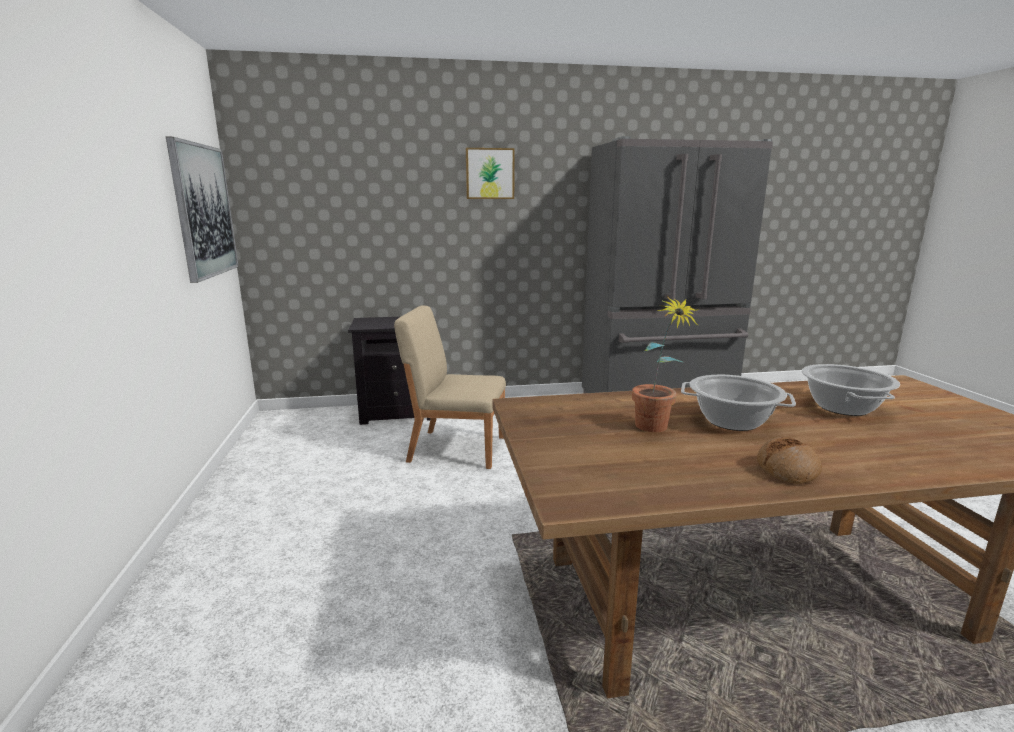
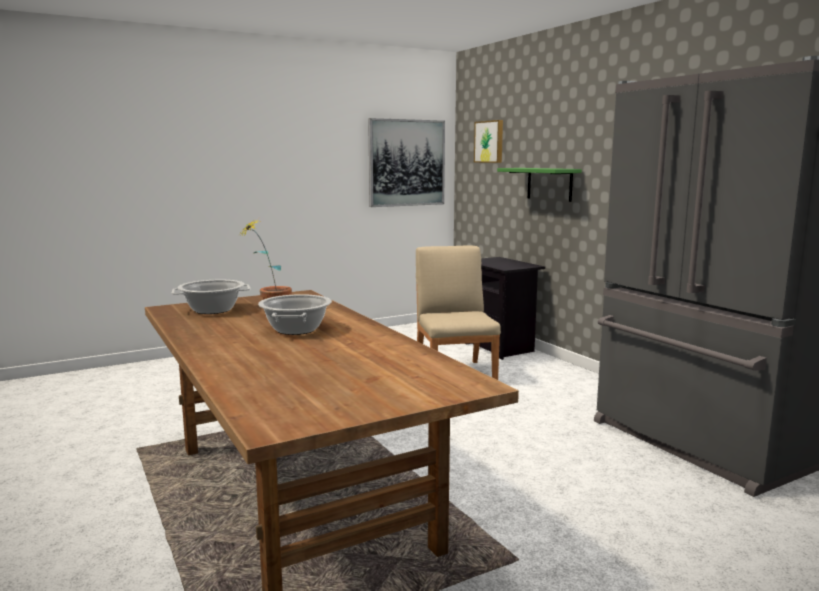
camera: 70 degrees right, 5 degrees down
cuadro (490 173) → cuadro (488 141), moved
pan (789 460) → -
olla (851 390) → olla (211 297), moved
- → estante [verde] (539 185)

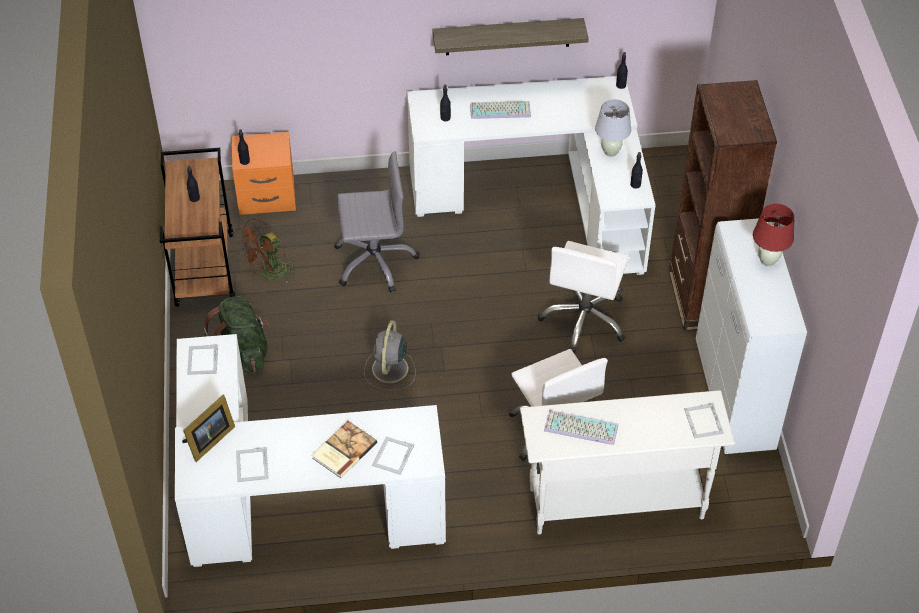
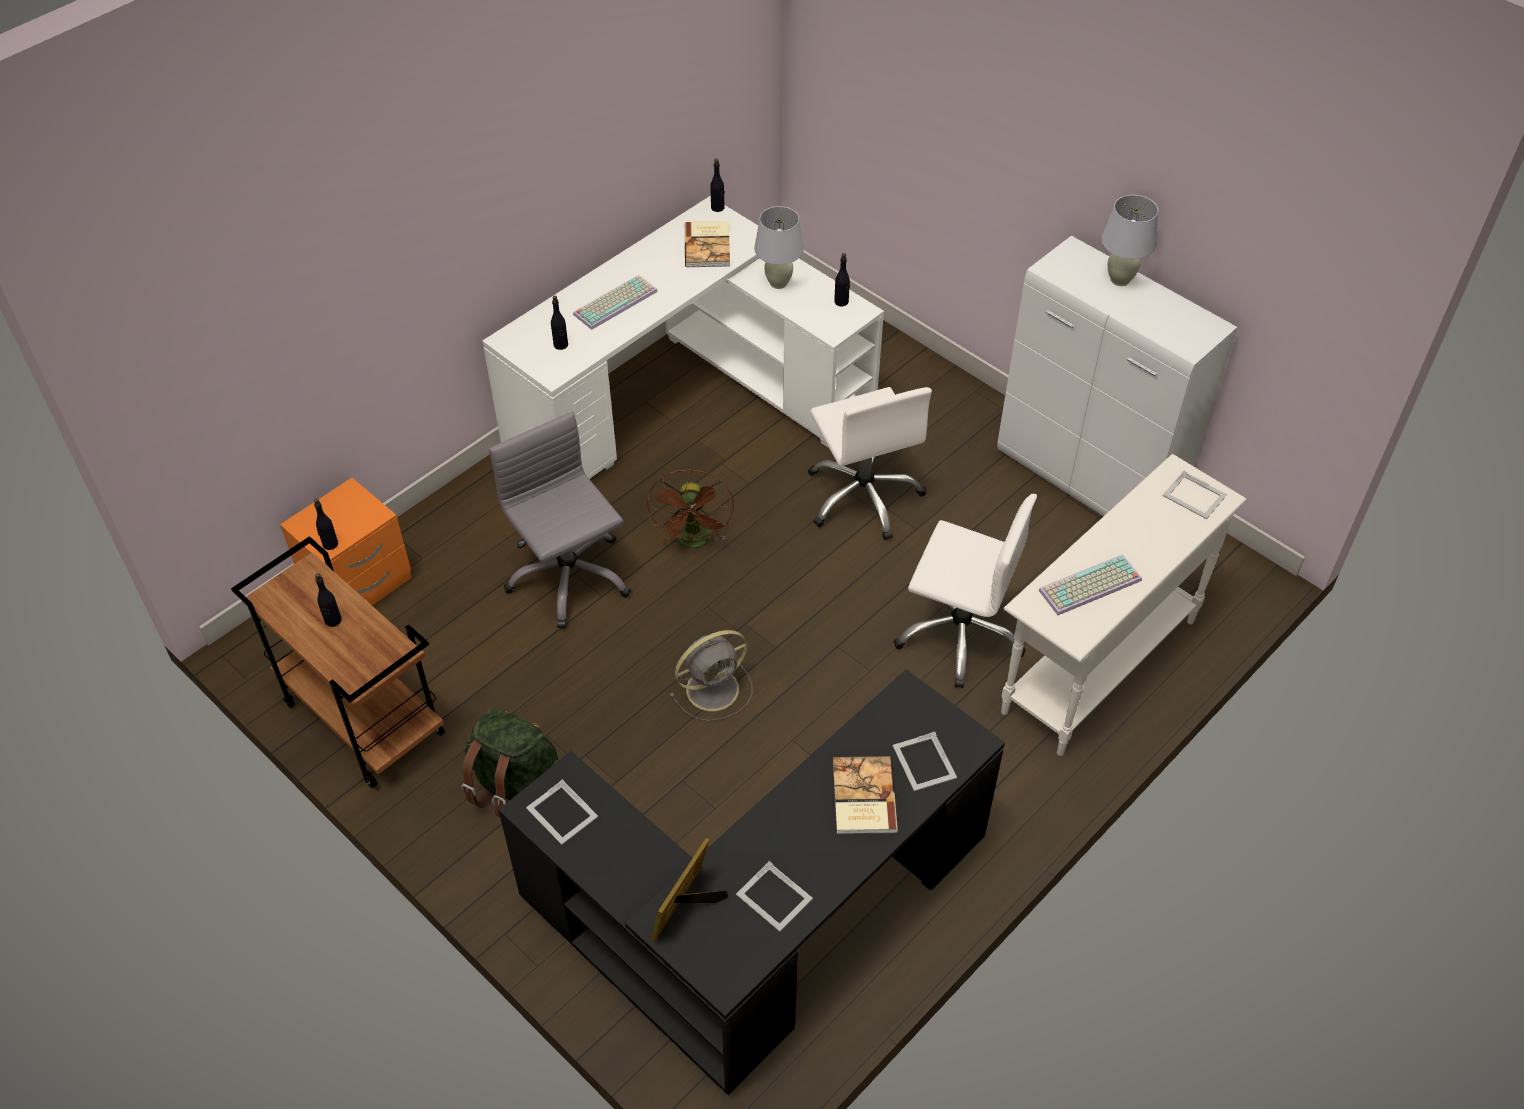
camera: 40 degrees left, 0 degrees up
escritorio [blanco] (310 450) → escritorio [negro] (751 882)
portarretratos (208 428) → portarretratos (689 890), 150 degrees counterclockwise
ventilador [marrón] (265 250) → ventilador [marrón] (690 509), moved
silla de oficina [gris] (377 222) → silla de oficina [gris] (560 520), 75 degrees counterclockwise
ventilador [gris] (390 355) → ventilador [gris] (710 675), 90 degrees counterclockwise
estante (510 36) → -
estantería [marrón] (723 206) → -
lámpara de mesa [rojo] (773 235) → lámpara de mesa [blanco] (1129 240)
- → libro (707 244)

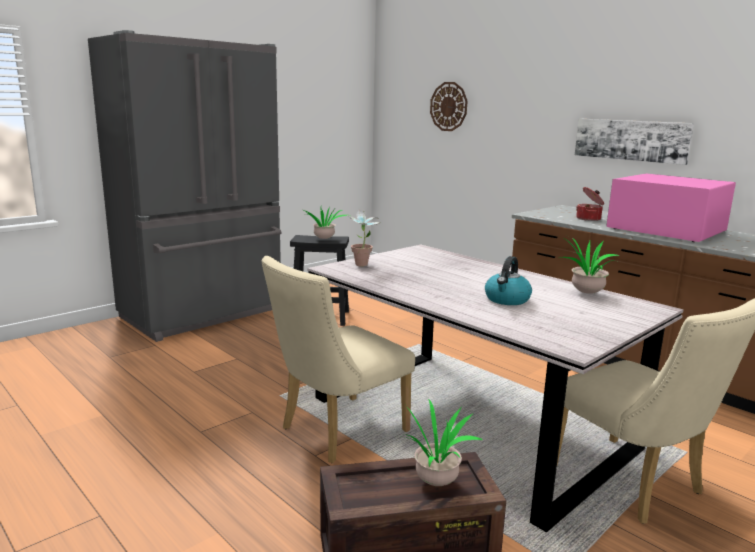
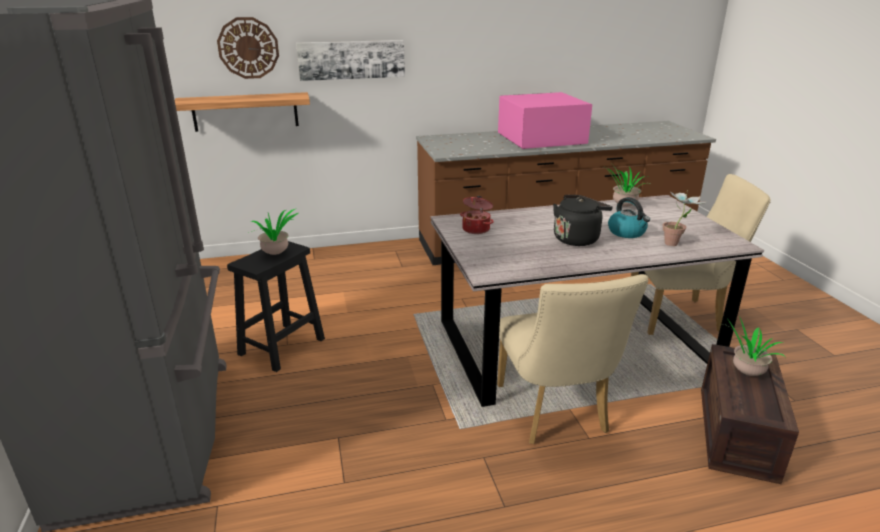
camera: 60 degrees left, 10 degrees up
planta en maceta (363 237) → planta en maceta (684 218), moved
cuadro (634 142) → cuadro (350 60), moved
olla (590 204) → olla (477 215), moved
- → estante (242 112)
- → hervidor [negro] (583 220)

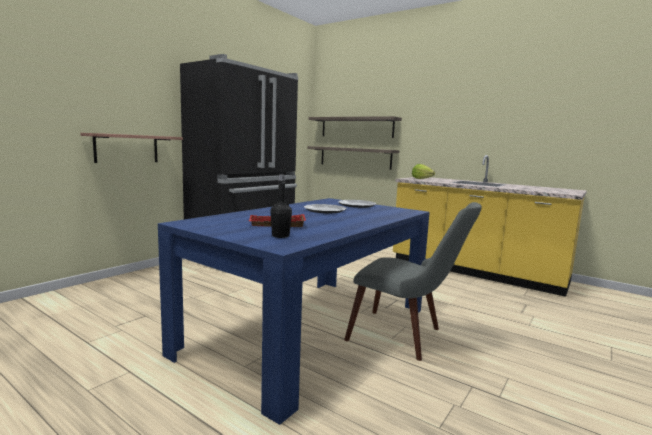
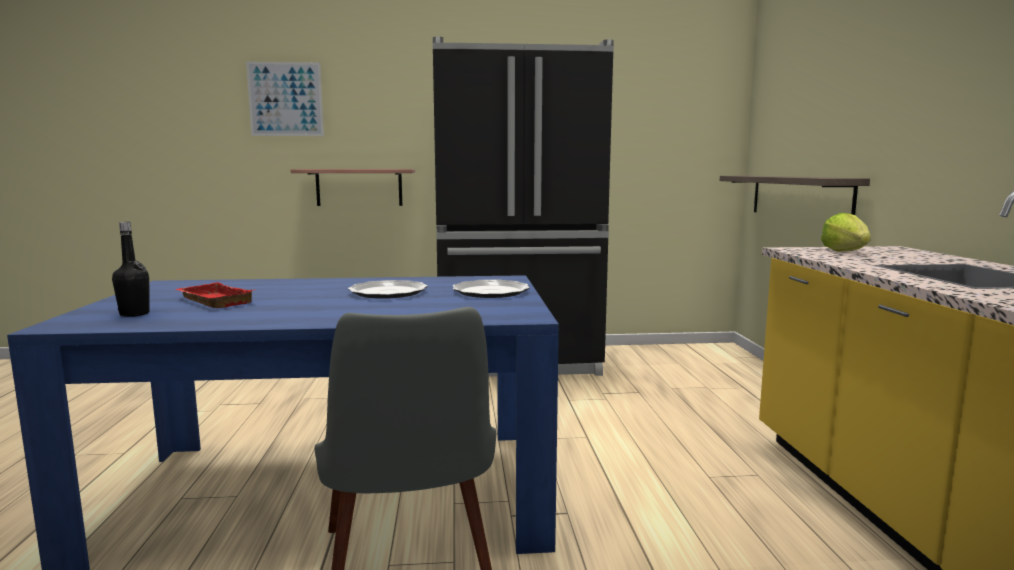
camera: 50 degrees right, 0 degrees up
estante (355 127) → -
- → cuadro (285 99)

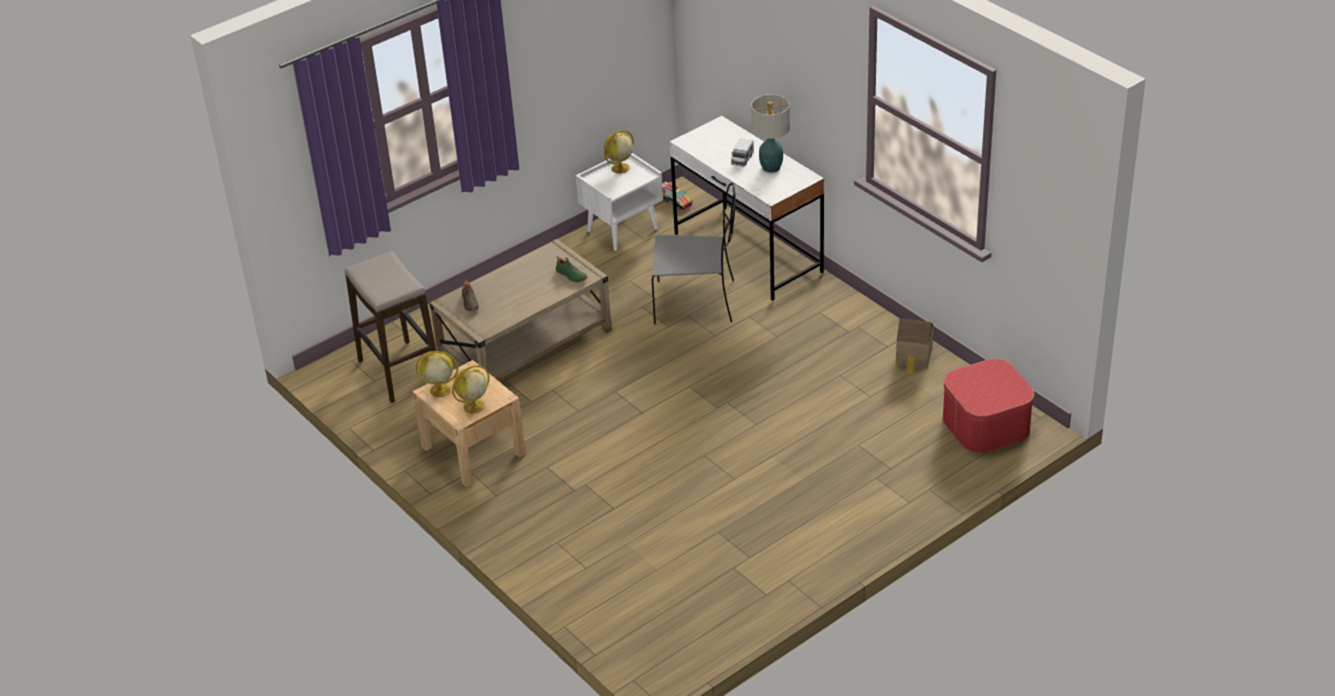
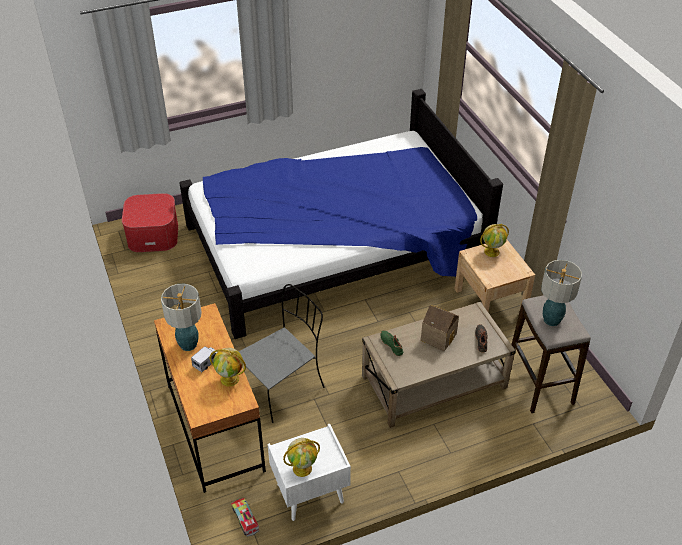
camera: 165 degrees left, 5 degrees up
globo terráqueo (437 374) → globo terráqueo (228 367), moved
silla [gris] (694 253) → silla [gris] (282 353), 120 degrees clockwise
escritorio [blanco] (747 208) → escritorio [marrón] (210 398)
casita (914 346) → casita (440 328), moved
- → cama (341 214)
- → lámpara de mesa (561 293)

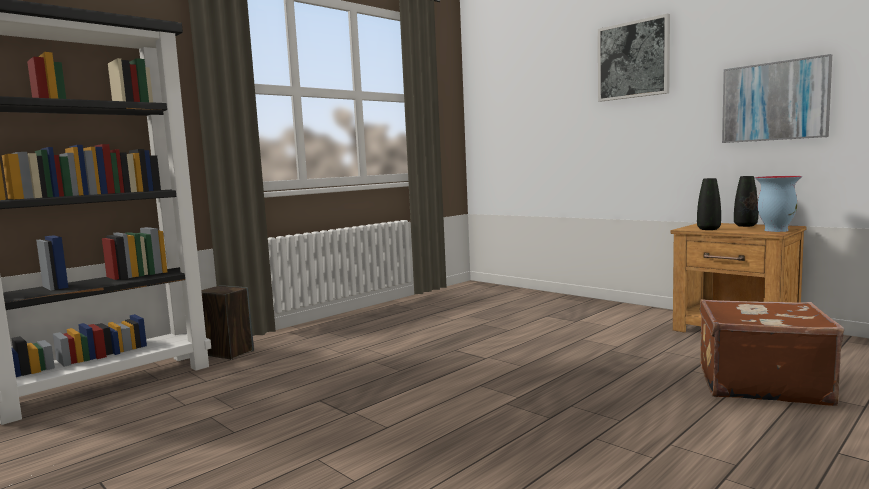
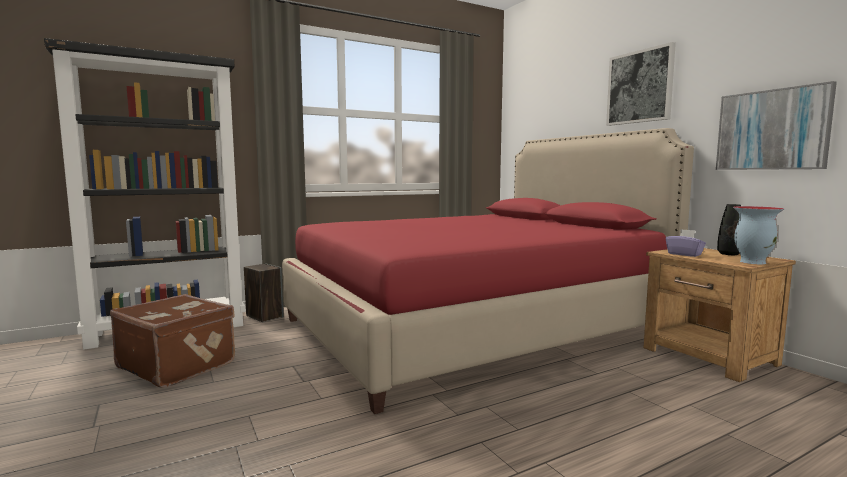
camera: 15 degrees right, 0 degrees up
florero [negro] (709 204) → caja de pañuelos [morado] (686 243)
maleta [marrón] (772 352) → maleta [marrón] (172 341), moved
- → cama [rojo] (488 271)

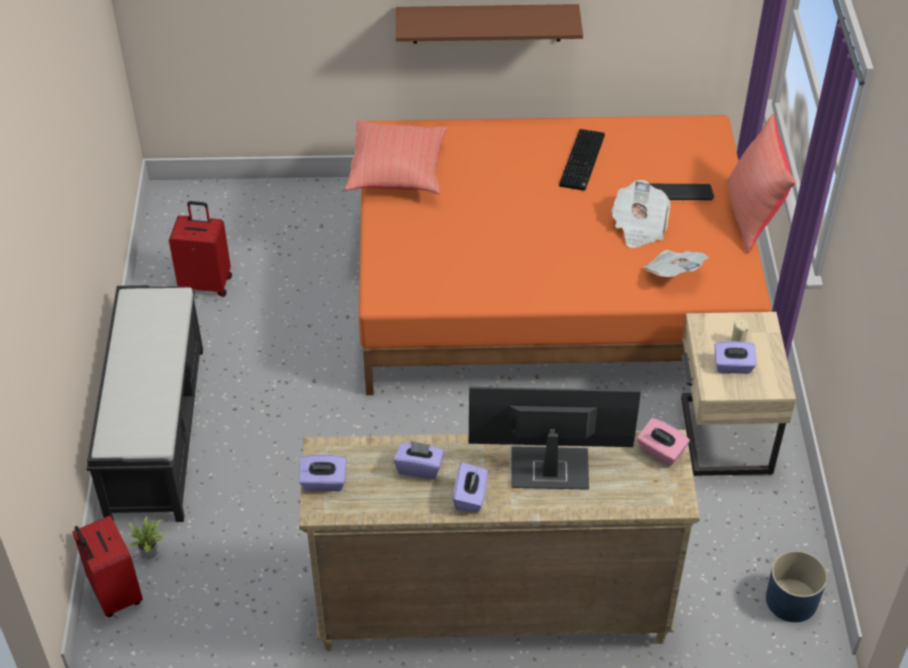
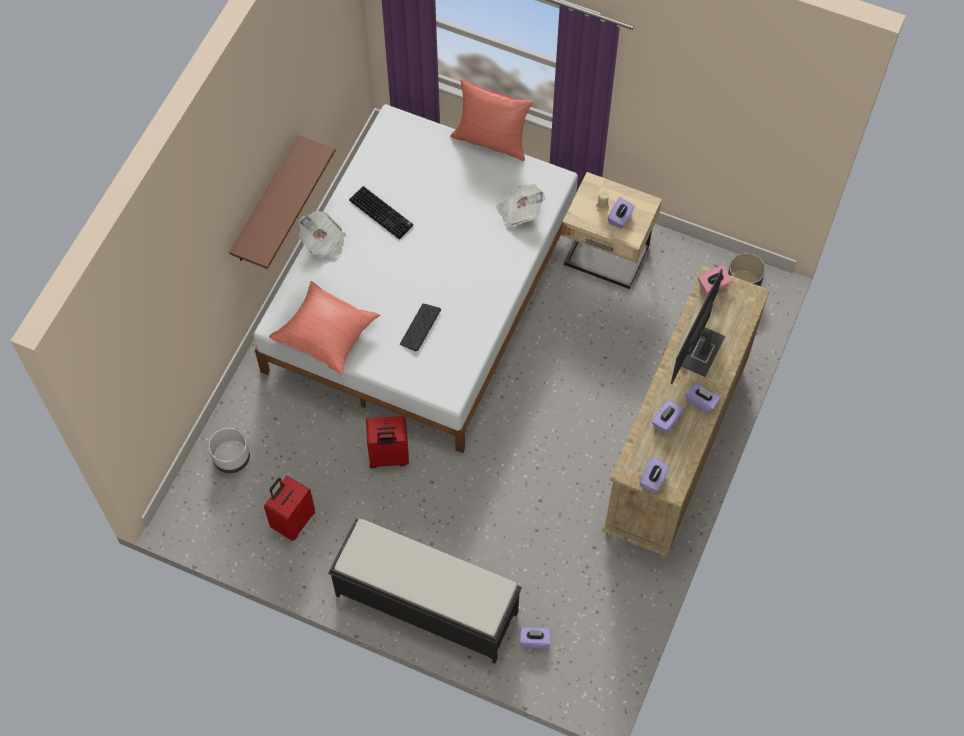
camera: 65 degrees left, 15 degrees up
maleta [rojo] (107 566) → maleta [rojo] (387 442), moved
planta en maceta (146 537) → caja de pañuelos [morado] (535 637)
cama [naranja] (565 255) → cama [blanco] (416 279)
periódico (641 214) → periódico (322 234), moved
teclado (682 192) → teclado (420 327), moved
- → maceta [gris] (229 450)

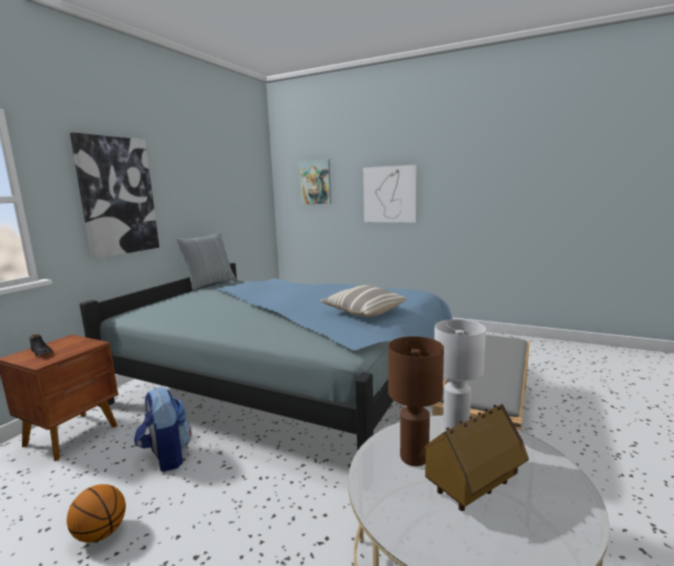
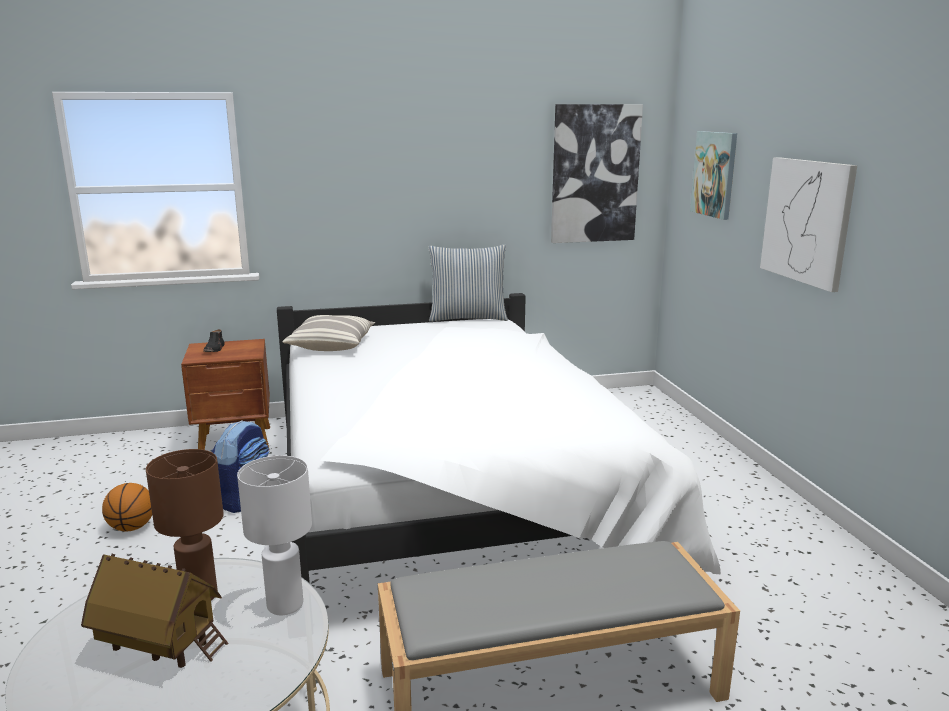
camera: 50 degrees right, 5 degrees up
cuadro (114 196) → cuadro (597 173), moved
cama [azul] (266 357) → cama [blanco] (499 438)
cojín (363 301) → cojín (329 333), moved

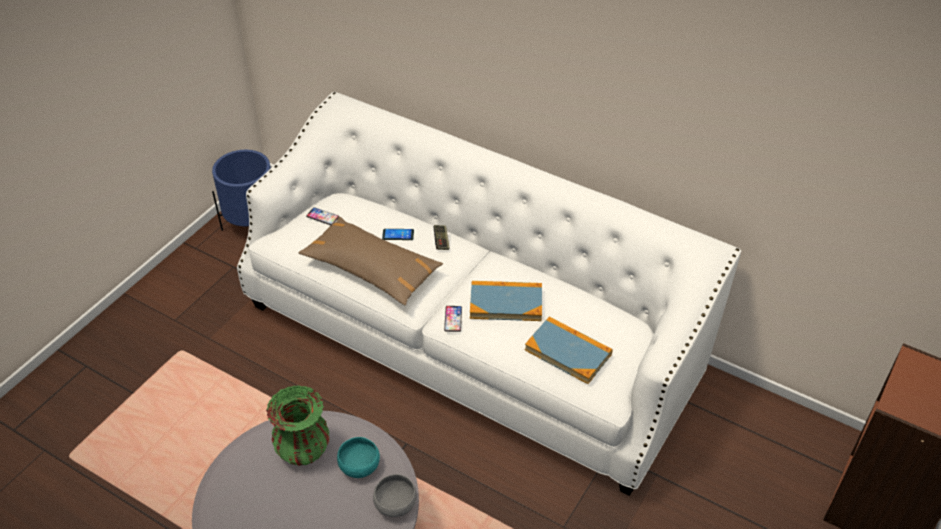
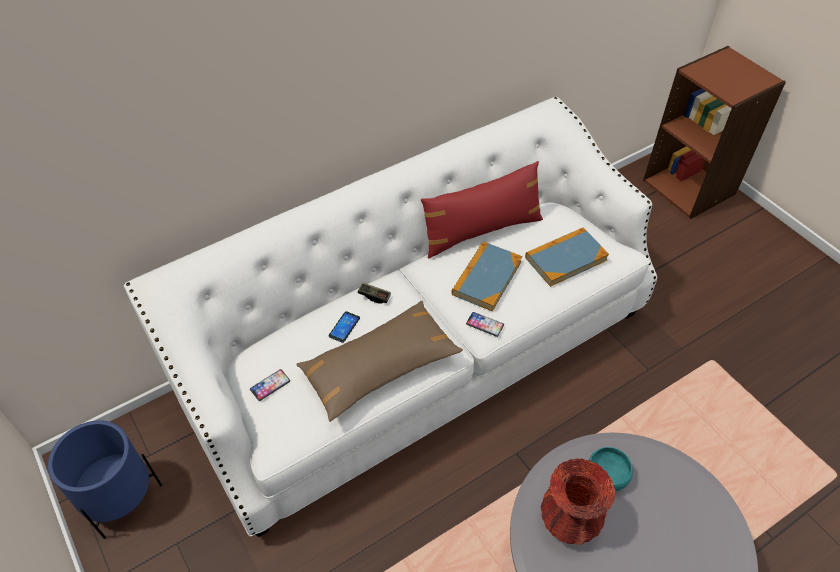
camera: 65 degrees left, 5 degrees up
florero [verde] (298 425) → florero [rojo] (578 501)
cuenco [gris] (395 495) → -
- → cojín [rojo] (482 210)

